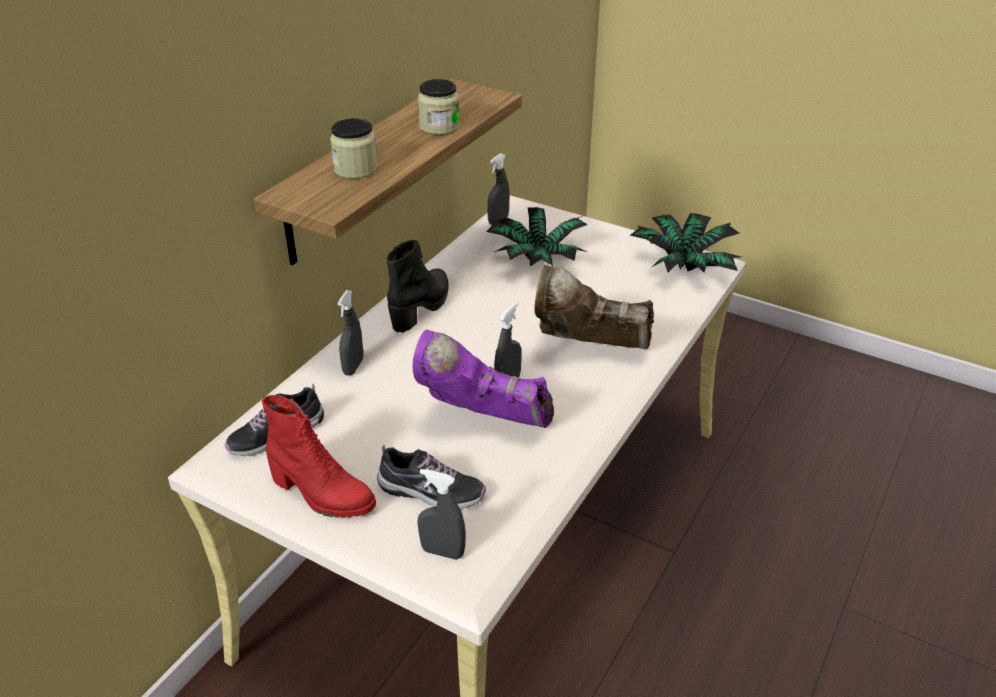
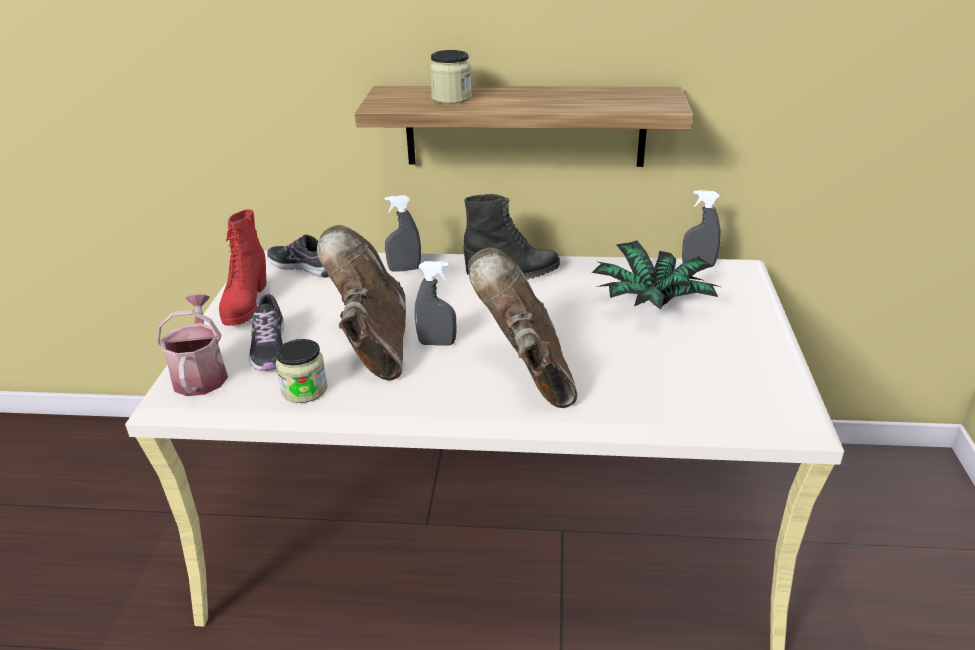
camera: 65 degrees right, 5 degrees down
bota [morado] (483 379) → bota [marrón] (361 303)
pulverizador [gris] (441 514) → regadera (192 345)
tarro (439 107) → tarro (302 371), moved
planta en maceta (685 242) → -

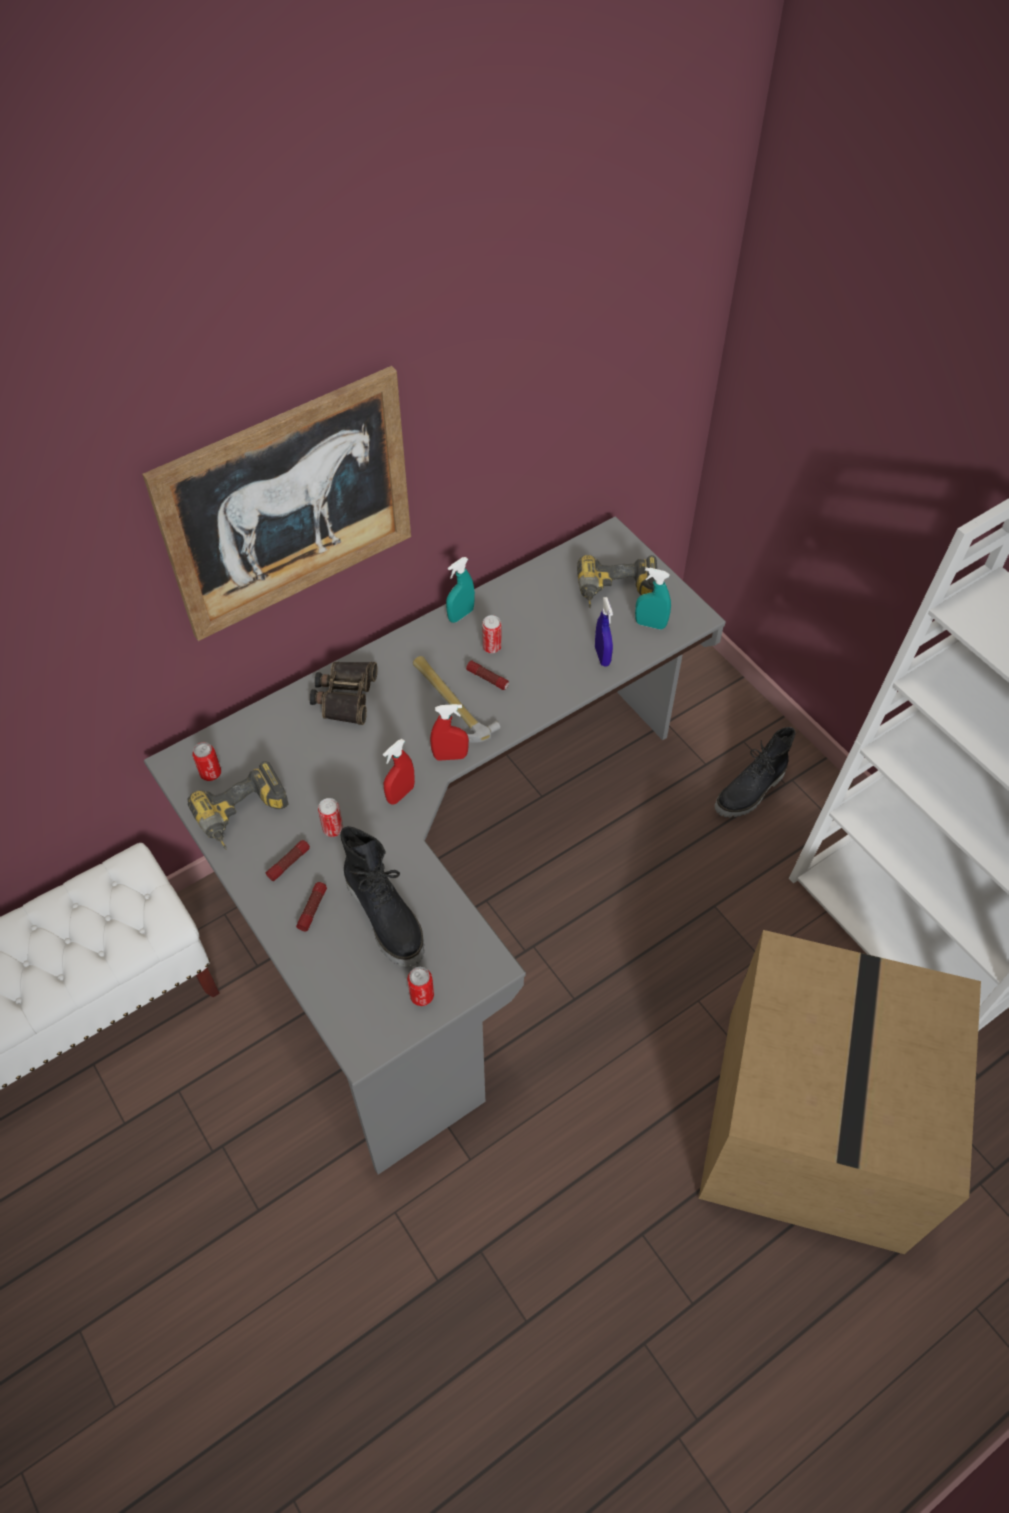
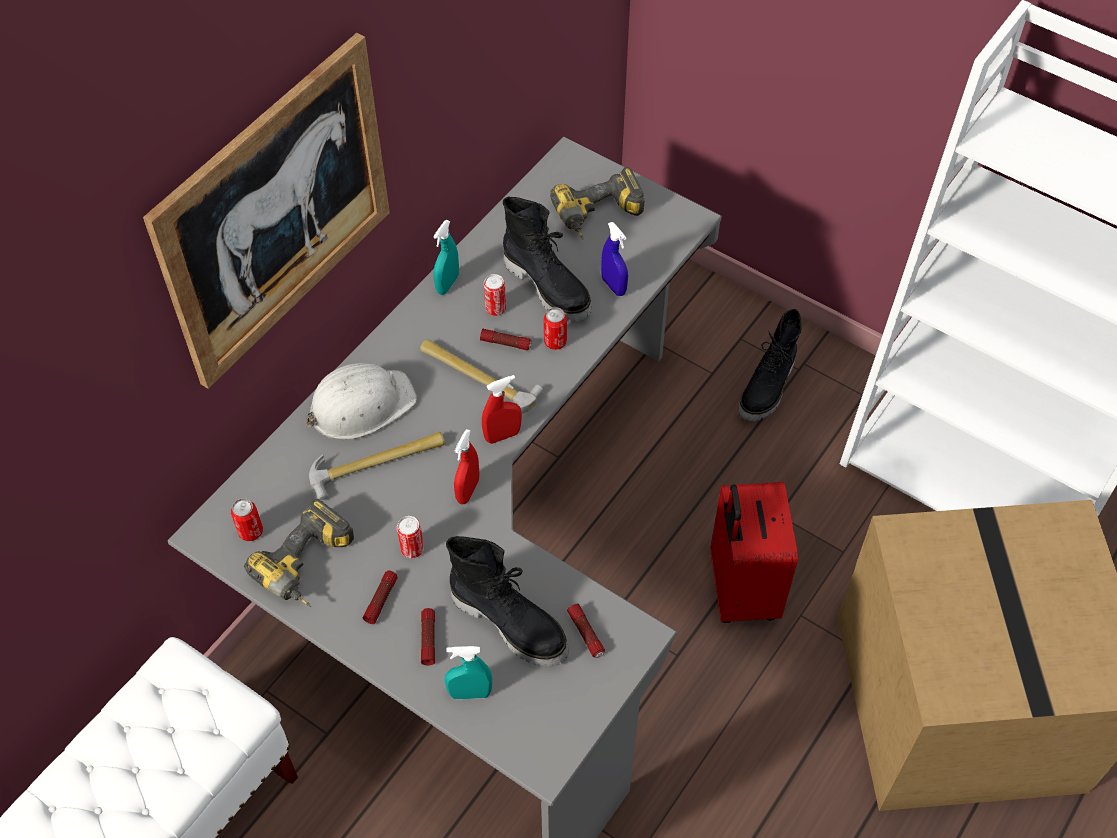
camera: 20 degrees left, 0 degrees up
prismáticos (343 693) → casco [blanco] (361 401)
lata (420 986) → lata (555 328), moved
pulverizador [turquesa] (653 598) → pulverizador [turquesa] (468 672), moved
- → martillo (377 466)
- → bota [negro] (547 259)
- → linterna (586 631)
- → maleta [rojo] (754 552)

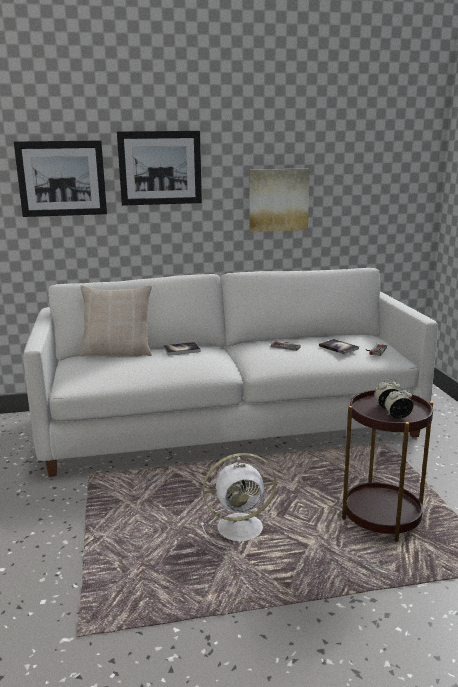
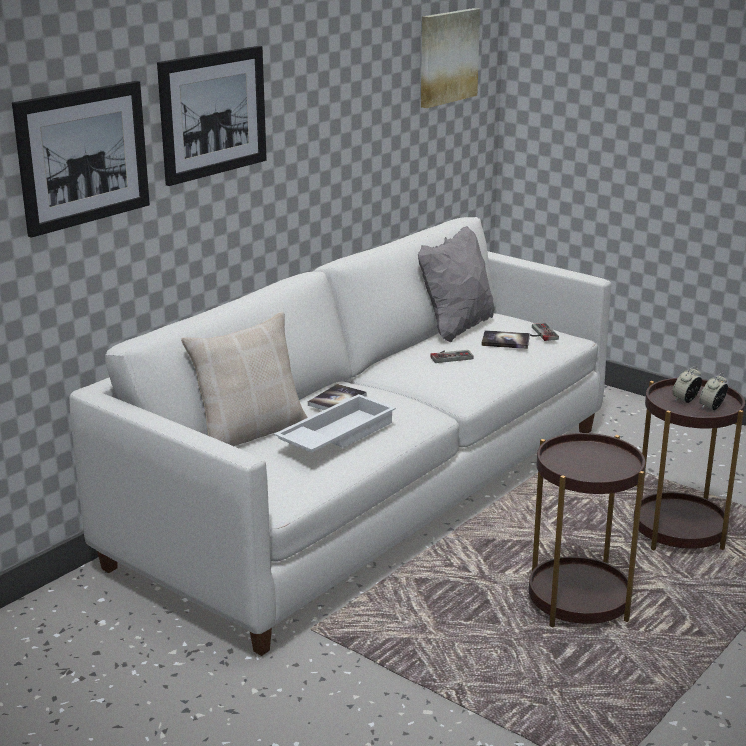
camera: 40 degrees left, 5 degrees up
ventilador [blanco] (238 501) → mesa auxiliar [marrón] (587 530)
cuadro (279 200) → cuadro (450 58), moved
- → bandeja [blanco] (335 423)
- → cojín [gris] (456 284)

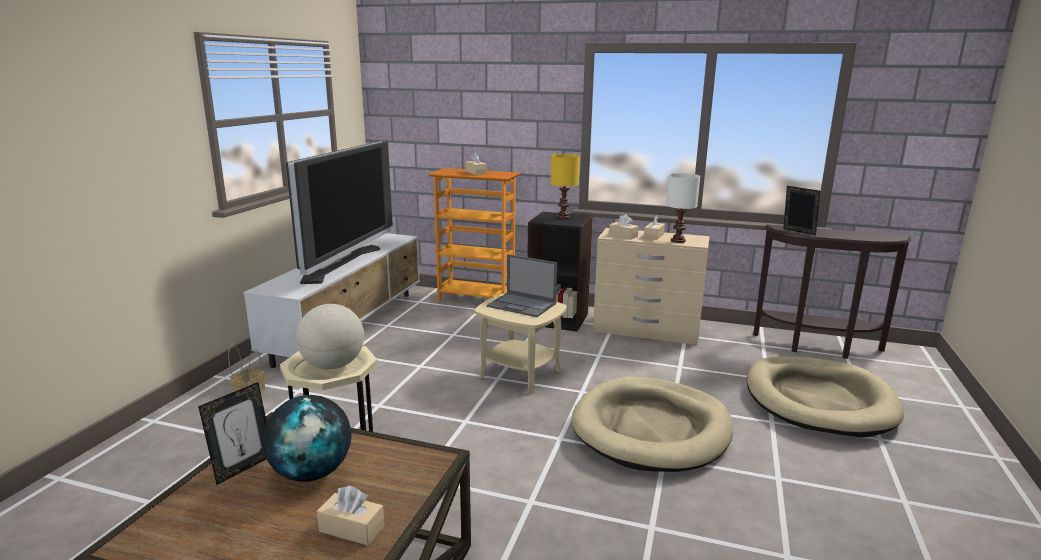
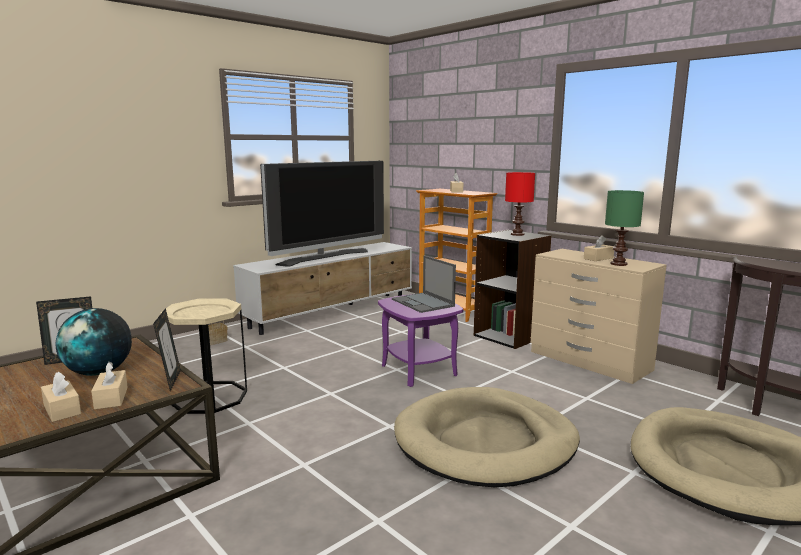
camera: 30 degrees right, 5 degrees down
globo terráqueo (330 336) → -
mesa auxiliar [beis] (520 343) → mesa auxiliar [morado] (420 340)
lámpara de mesa [amarillo] (565 186) → lámpara de mesa [rojo] (520 204)
caja de pañuelos [beis] (624 227) → caja de pañuelos [beis] (109 385), moved
lámpara de mesa [blanco] (683 208) → lámpara de mesa [verde] (624 228)
portarretratos (802 211) → portarretratos (167 349), moved

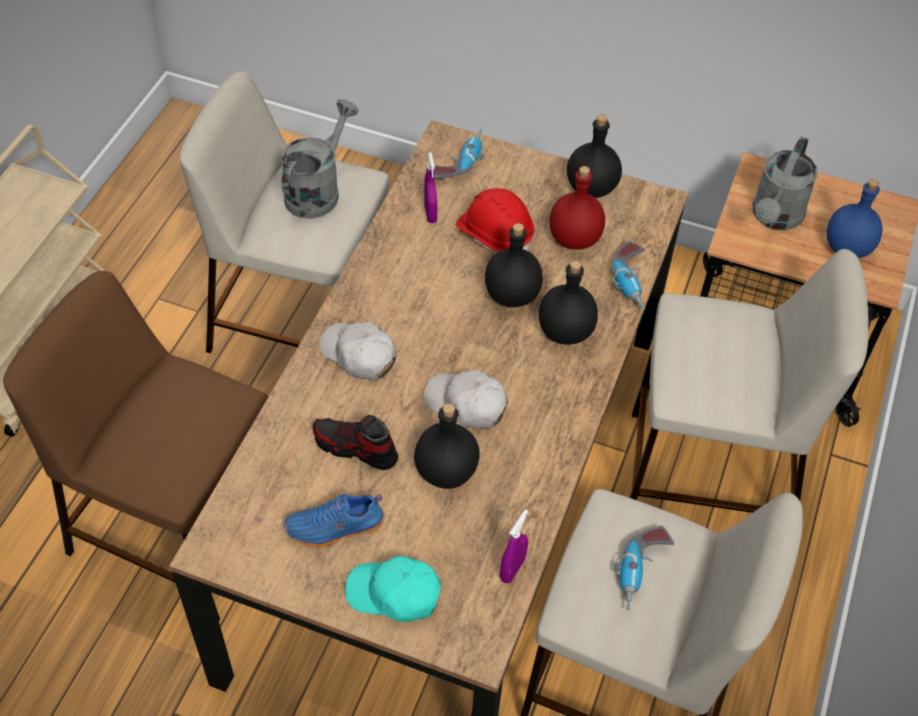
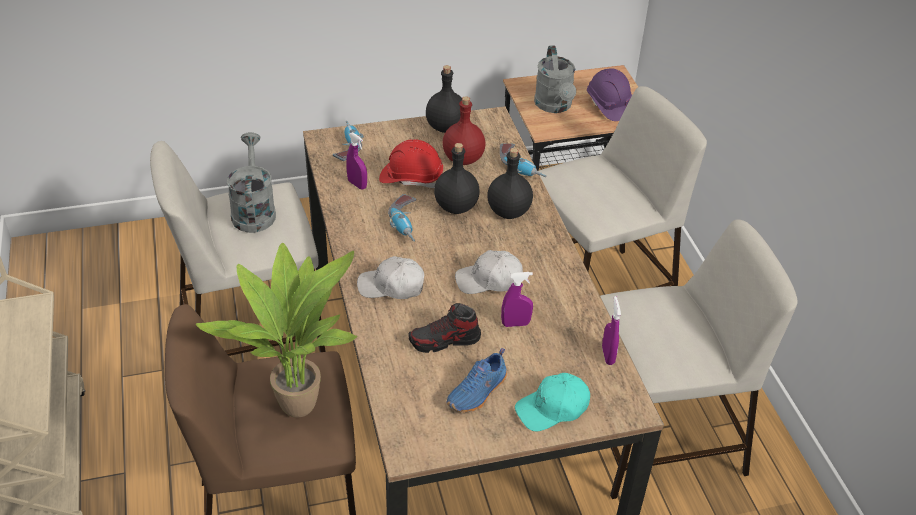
camera: 35 degrees left, 10 degrees down
botella [negro] (447 446) → pulverizador [morado] (517 299)
taladro (644 568) → taladro (402 218), moved
botella [azul] (854 218) → casco [morado] (609 94)
- → planta en maceta (277 330)

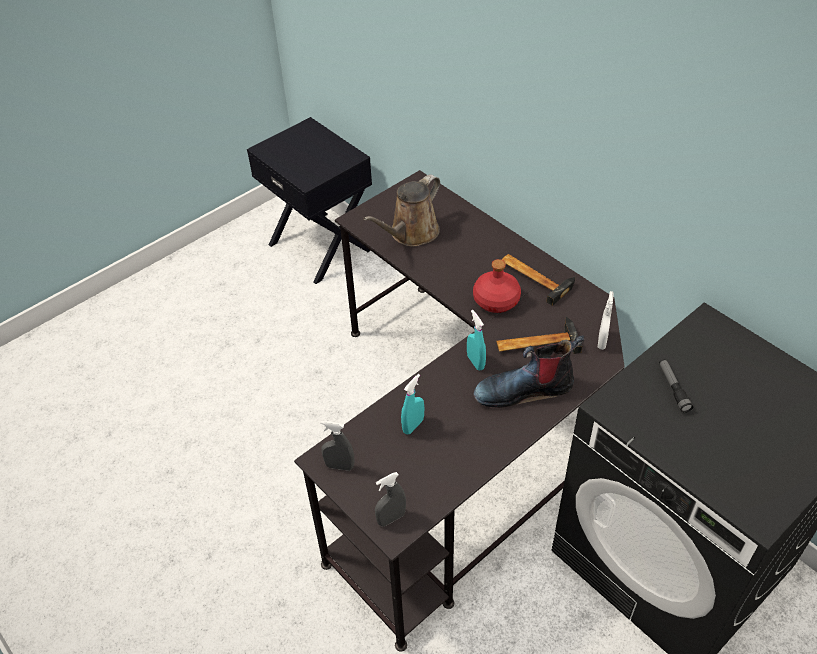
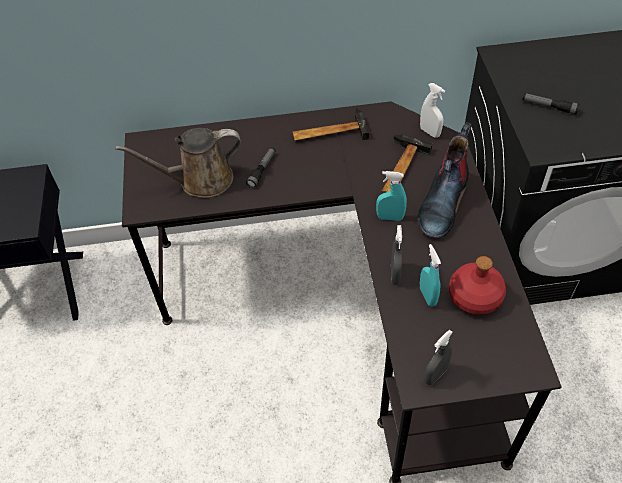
camera: 55 degrees left, 5 degrees up
regadera [marrón] (401 210) → regadera [marrón] (178 163), 90 degrees clockwise
pulverizador [gris] (390 499) → pulverizador [gris] (396 255), moved
botella [rojo] (497 286) → botella [rojo] (477 285), moved
- → linterna (261 167)

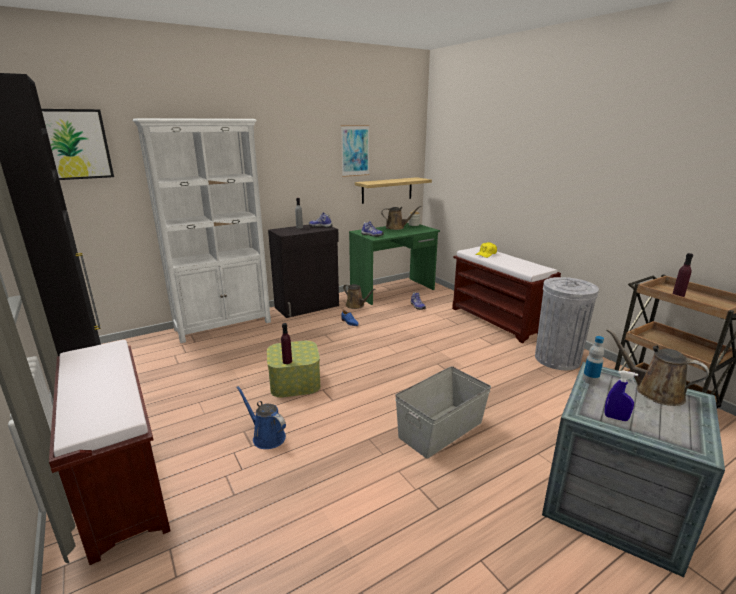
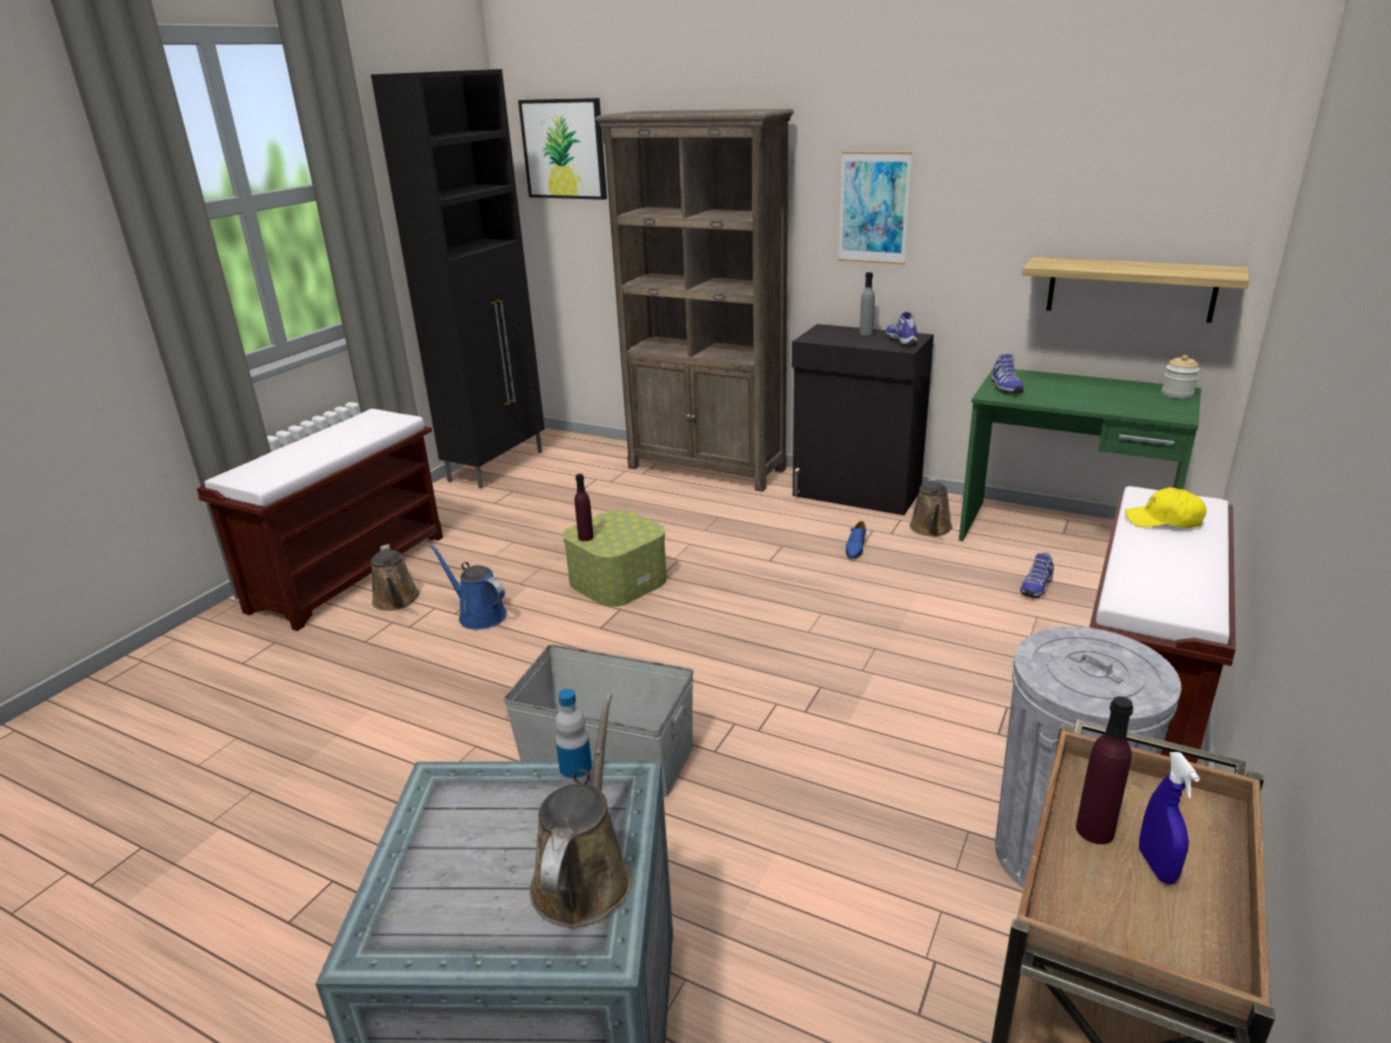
camera: 60 degrees right, 5 degrees up
estantería [blanco] (202 230) → estantería [marrón] (694 300)
regadera [azul] (261 417) → regadera [azul] (468 587), 60 degrees counterclockwise
cuadro (355 151) → cuadro (875 208), moved
regadera [marrón] (401 218) → regadera [marrón] (395 577), moved
pulverizador [azul] (621 395) → pulverizador [azul] (1169 818), moved

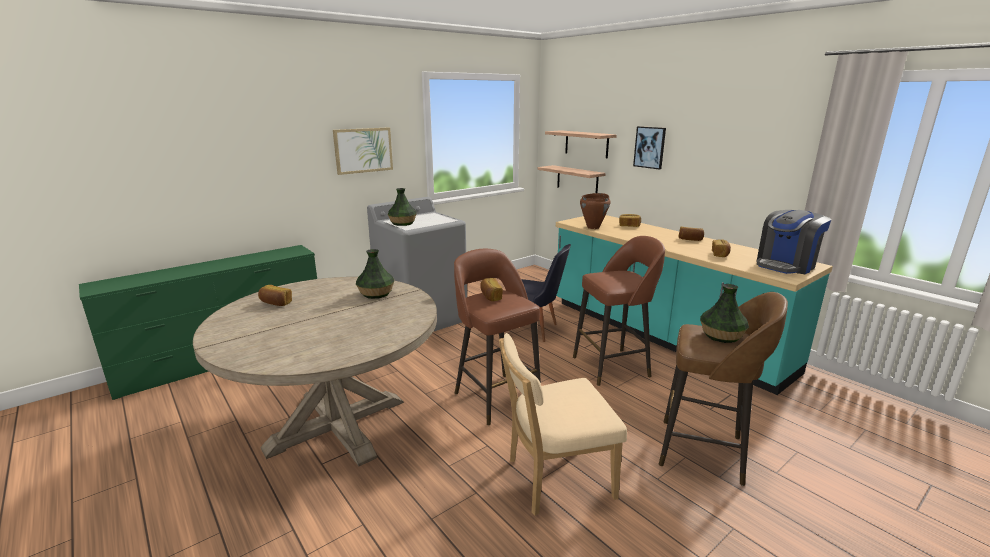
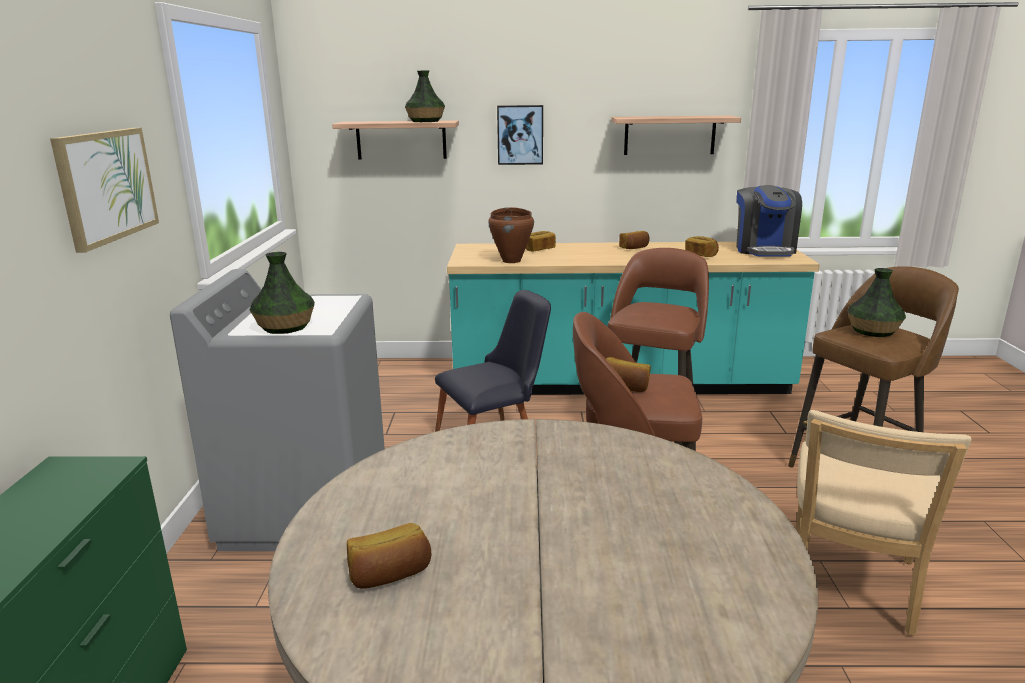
camera: 50 degrees left, 0 degrees up
florero (375 274) → florero (425 96), moved
estante (571 179) → estante (676 135), moved

